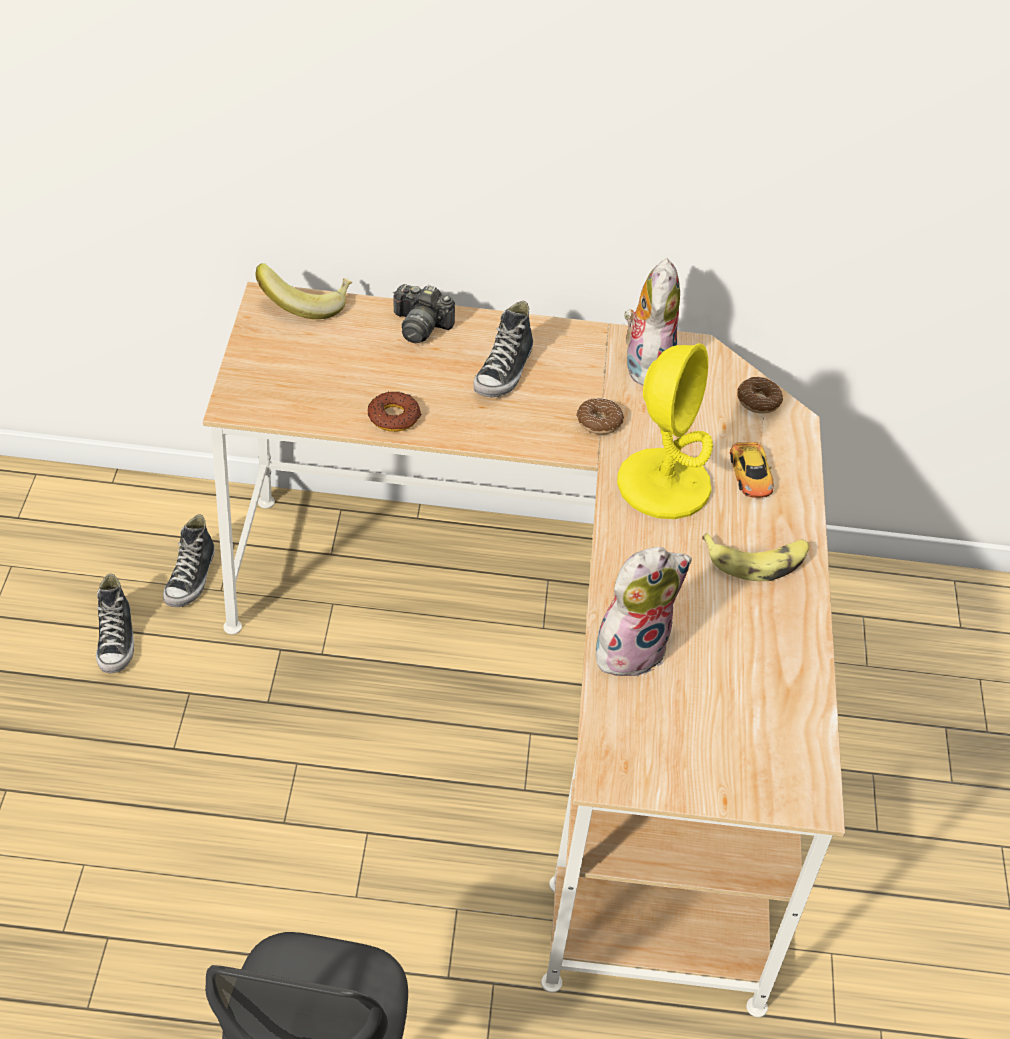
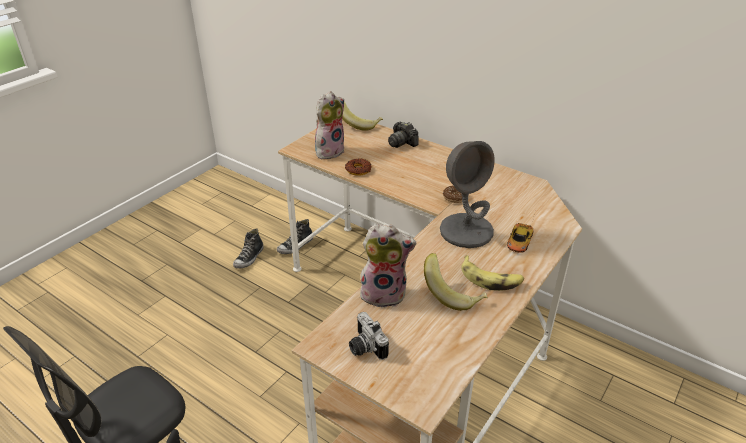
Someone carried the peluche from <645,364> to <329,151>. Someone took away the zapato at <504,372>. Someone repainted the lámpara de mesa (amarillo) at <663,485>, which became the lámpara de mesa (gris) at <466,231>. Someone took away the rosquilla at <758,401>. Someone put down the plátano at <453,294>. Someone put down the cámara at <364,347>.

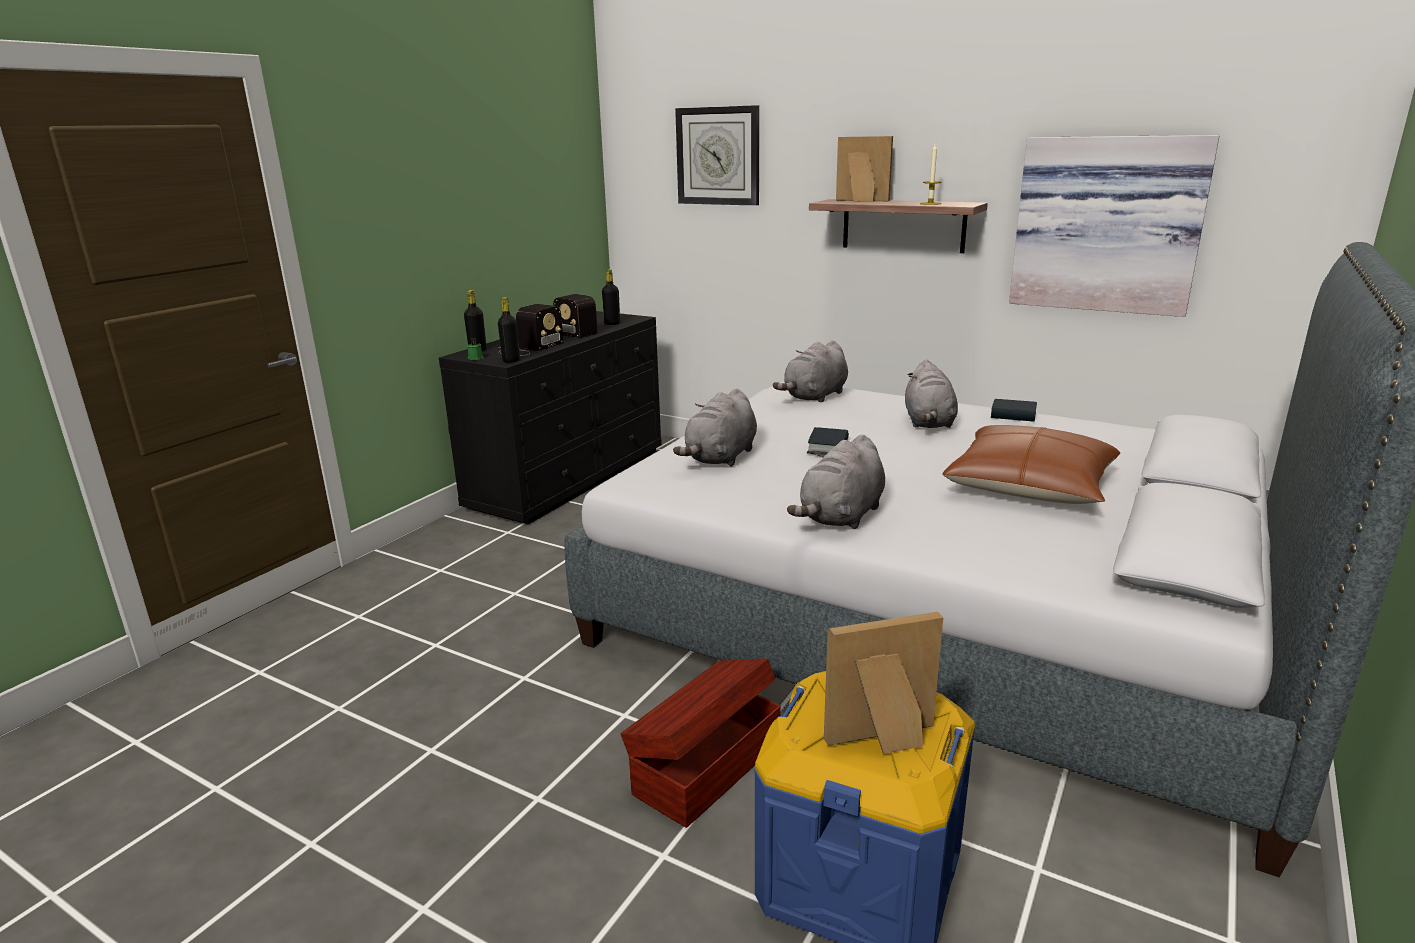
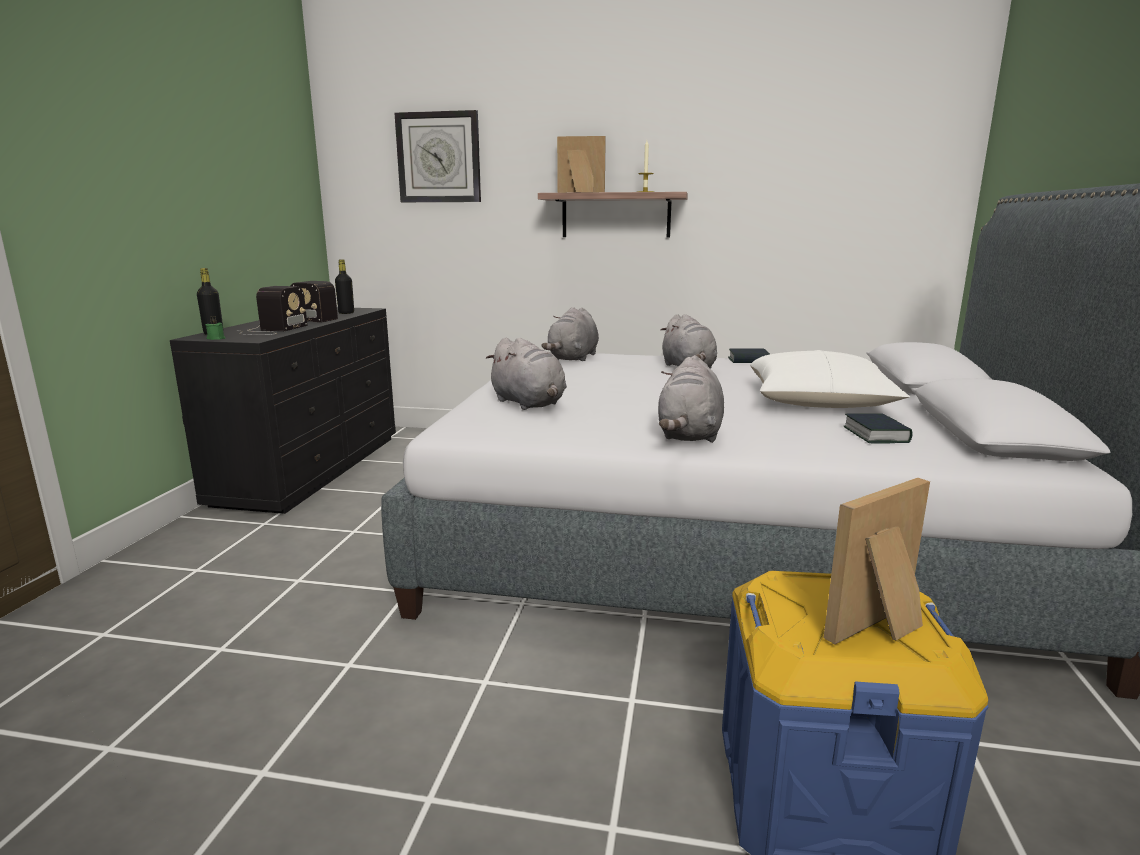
Someone took away the cuadro at <1107,224>. Someone took away the botella (negro) at <511,360>. Someone rotated the peluche (gris) at <721,458> by 45 degrees counterclockwise. Someone repainted the cojín (marrón) at <1030,486>, which became the cojín (blanco) at <819,401>. Someone carried the libro from <828,447> to <876,435>. Someone took away the caja de almacenaje (marrón) at <705,767>.

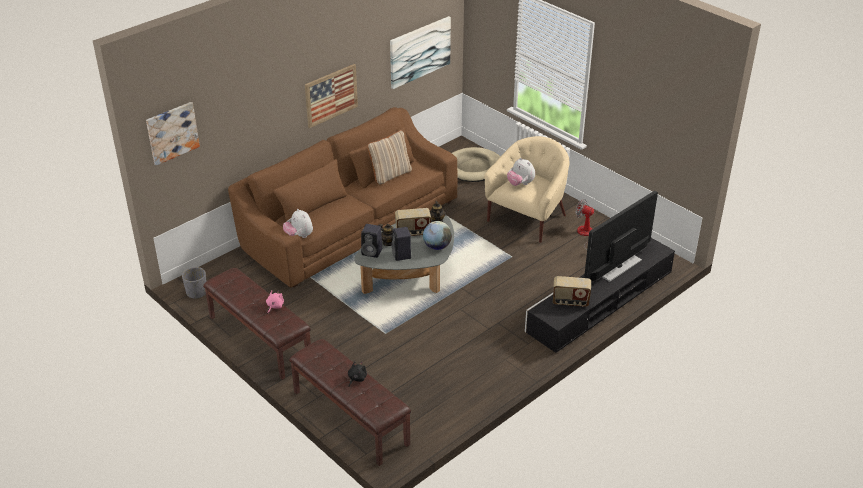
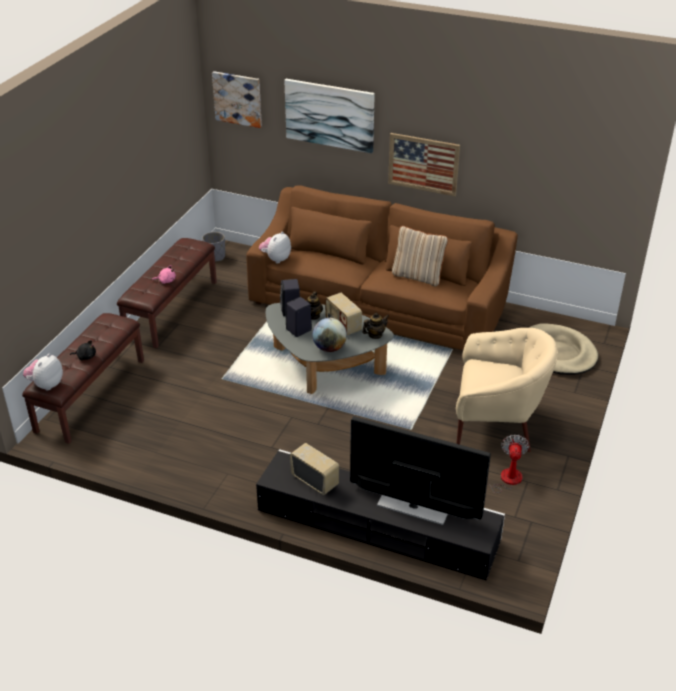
Someone carried the cuadro from <420,51> to <329,115>. Someone carried the peluche from <520,184> to <46,385>. Someone rotated the radio at <570,302> by 150 degrees clockwise.

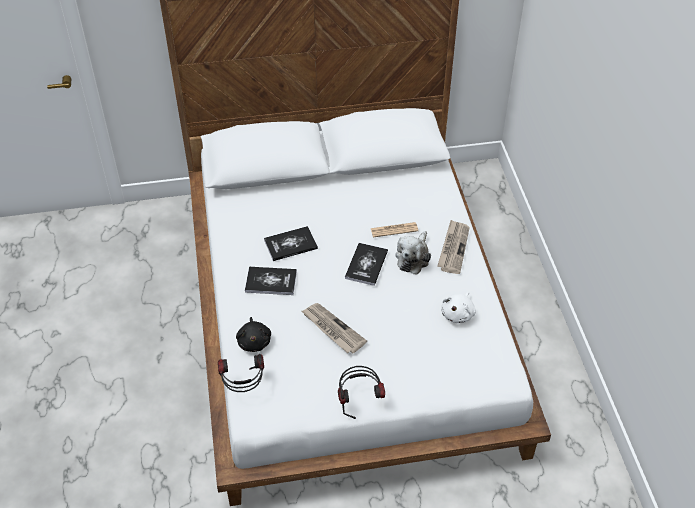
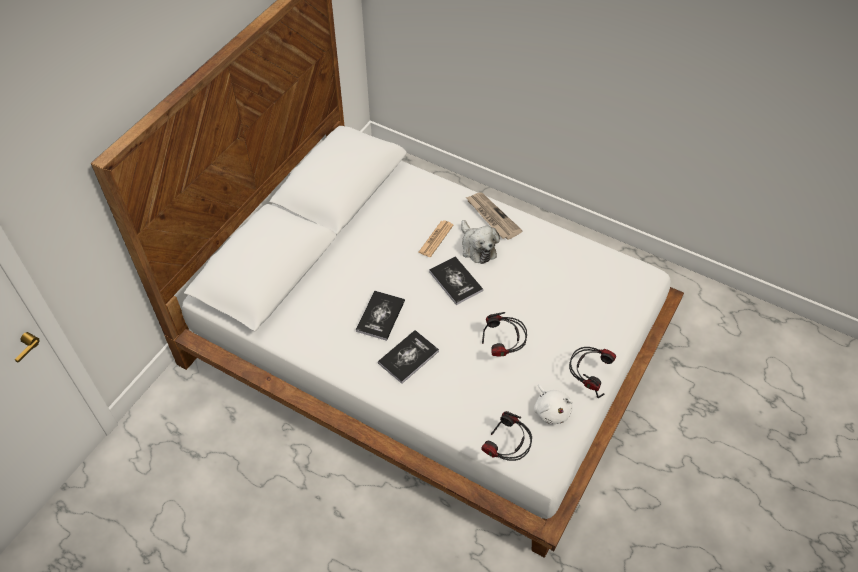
Someone carried the peluche (blanco) from <458,314> to <551,410>. Someone swapped the periódico at <332,329> for the auriculares at <503,348>. Someone took away the peluche (negro) at <254,341>.

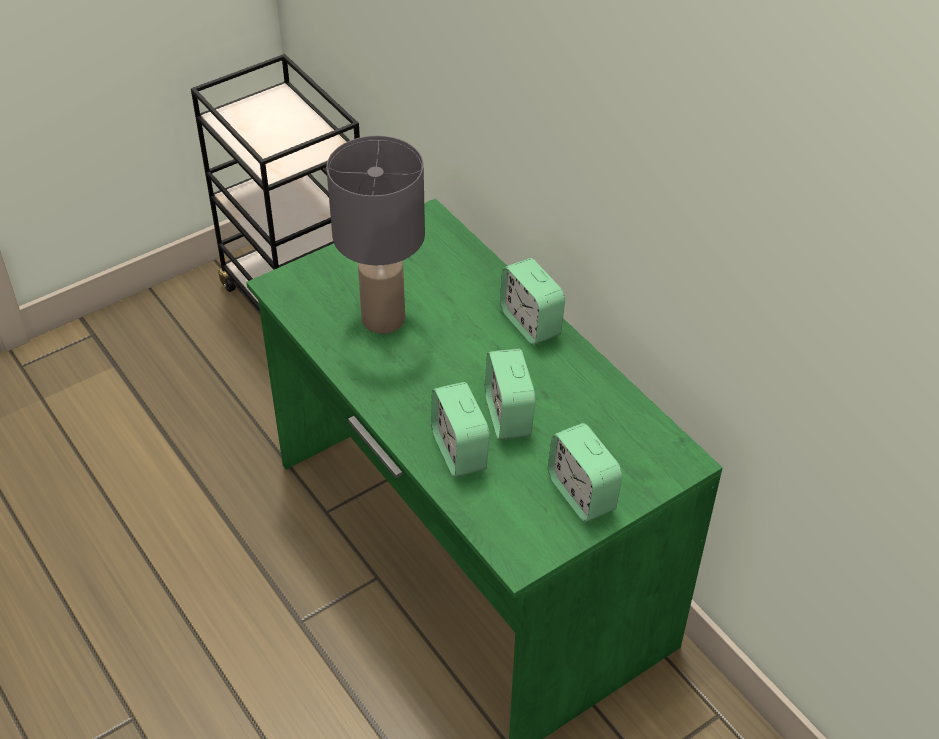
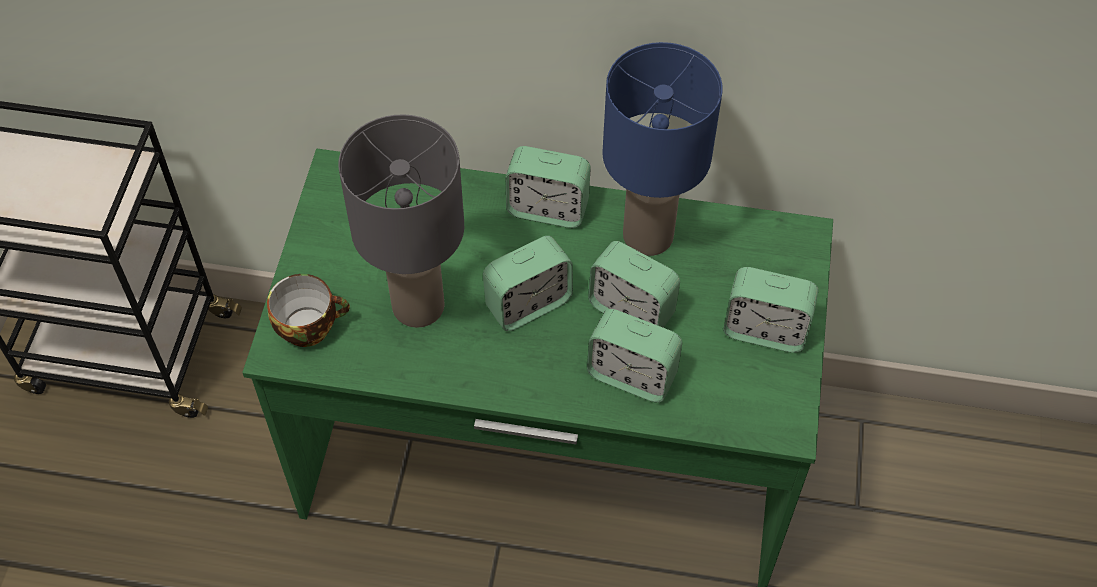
Someone put down the lámpara de mesa (azul) at <647,234>. Someone put down the despertador at <528,304>. Someone put down the taza at <310,326>.

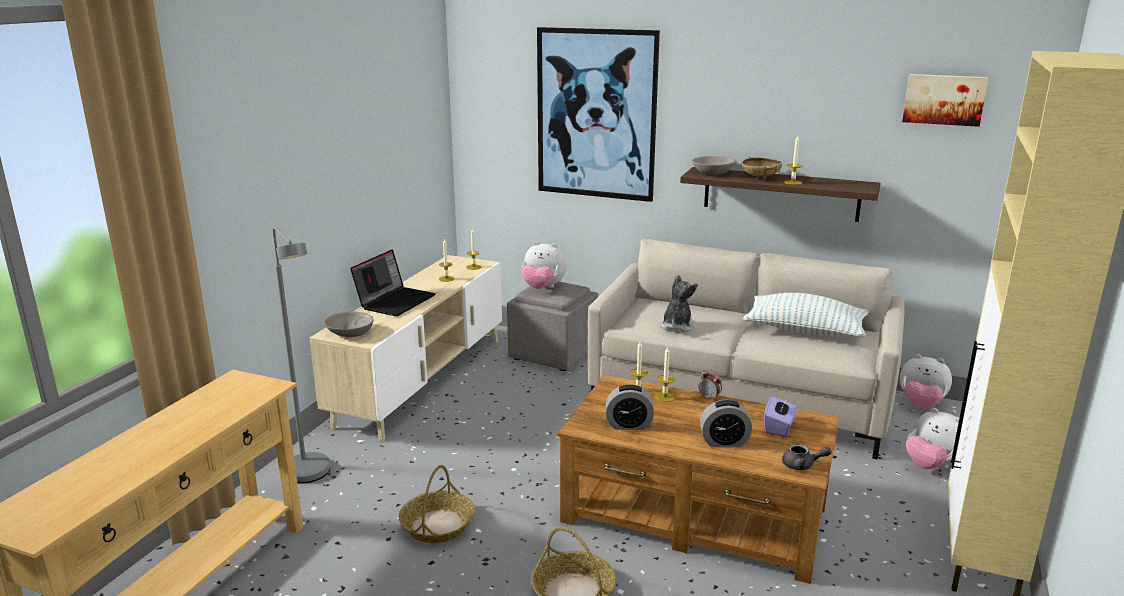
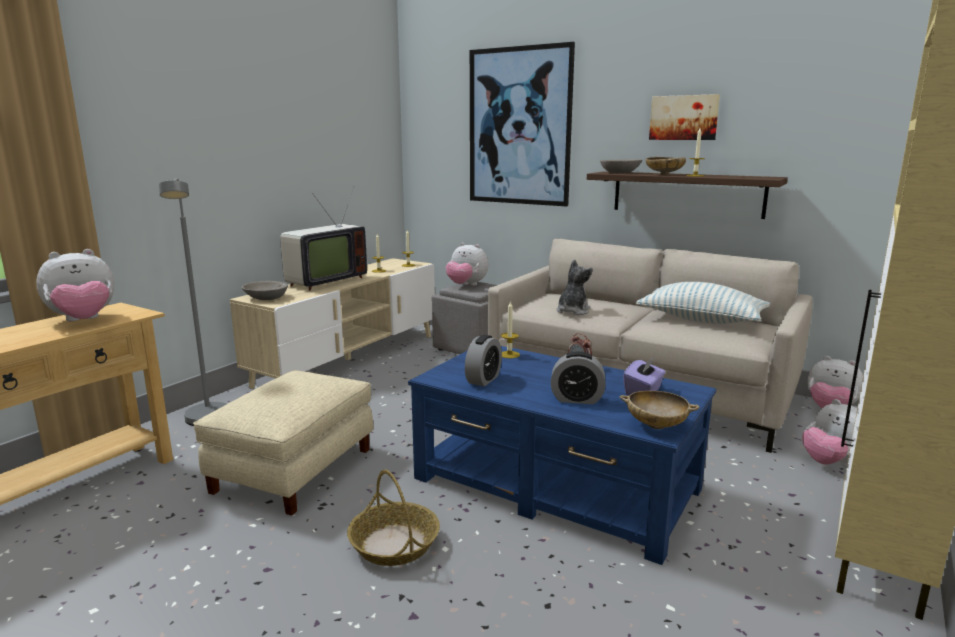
Someone carried the cuadro from <944,99> to <684,118>. Someone swapped the portátil at <395,301> for the televisor at <323,281>. Someone took away the vela at <664,397>. Someone repainted the mesa de centro (marrón) at <695,514>, which became the mesa de centro (azul) at <556,484>. Someone rotated the despertador at <629,425> by 75 degrees counterclockwise. Someone swapped the tetera (gris) at <802,465> for the cuenco (beis) at <656,425>. Someone swapped the cesta at <438,526> for the puf (beis) at <295,470>. Someone put down the peluche at <83,321>.

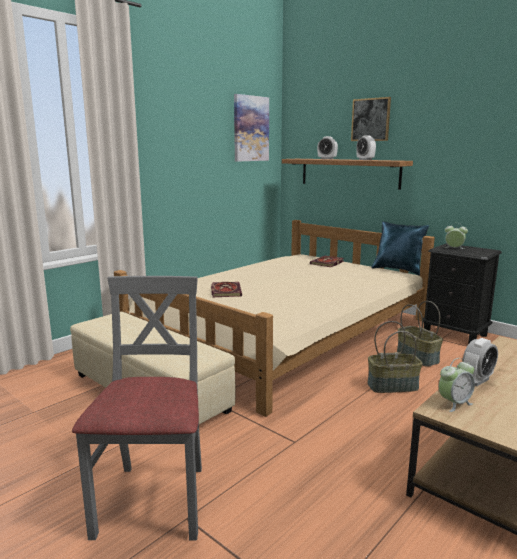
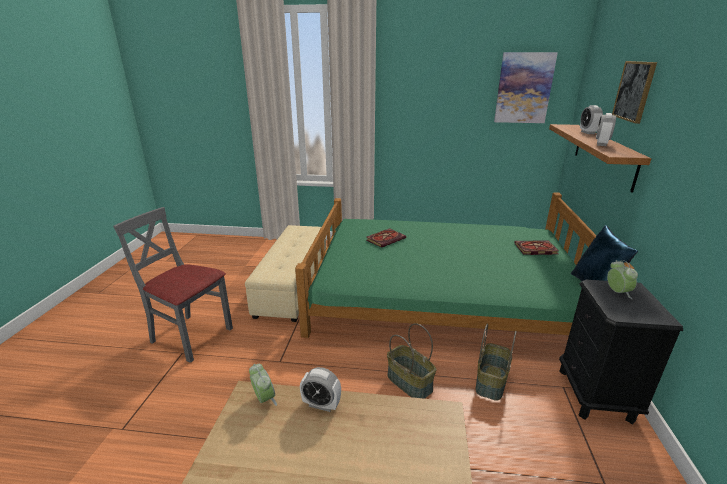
Someone repainted the cama (beis) at <284,333>, which became the cama (verde) at <440,294>. Someone rotated the silla (gris) at <154,501> by 120 degrees counterclockwise. Someone rotated the despertador at <454,403> by 150 degrees counterclockwise.

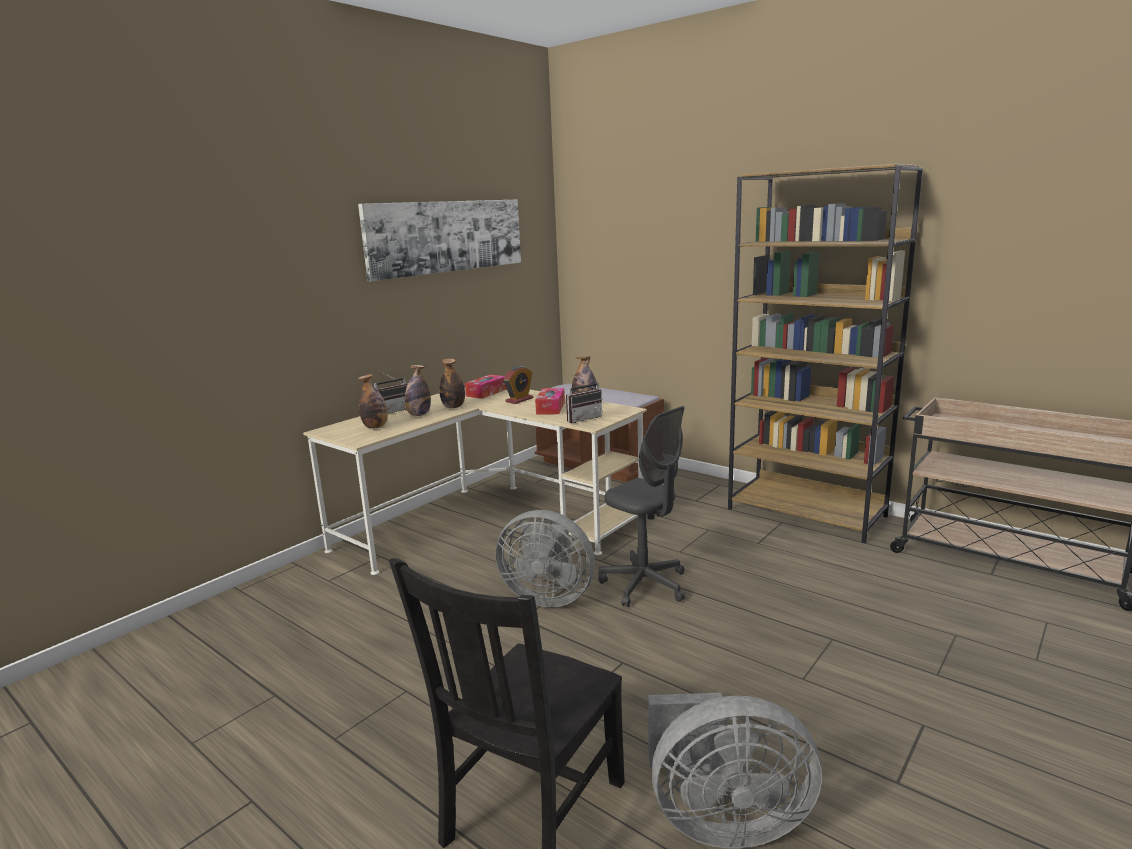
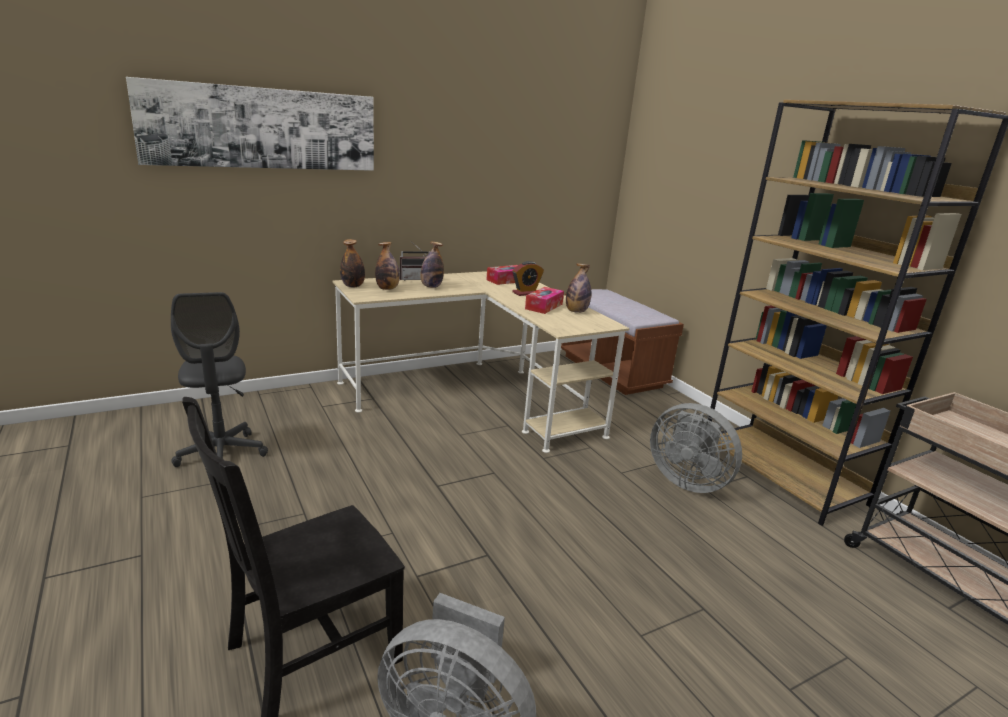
Someone carried the cuadro from <447,236> to <262,128>. Someone carried the botella from <453,407> to <353,286>. Someone took away the radio at <582,418>. Someone carried the silla de oficina (gris) from <644,585> to <221,454>. Someone carried the ventilador (gris) from <547,596> to <687,480>.

